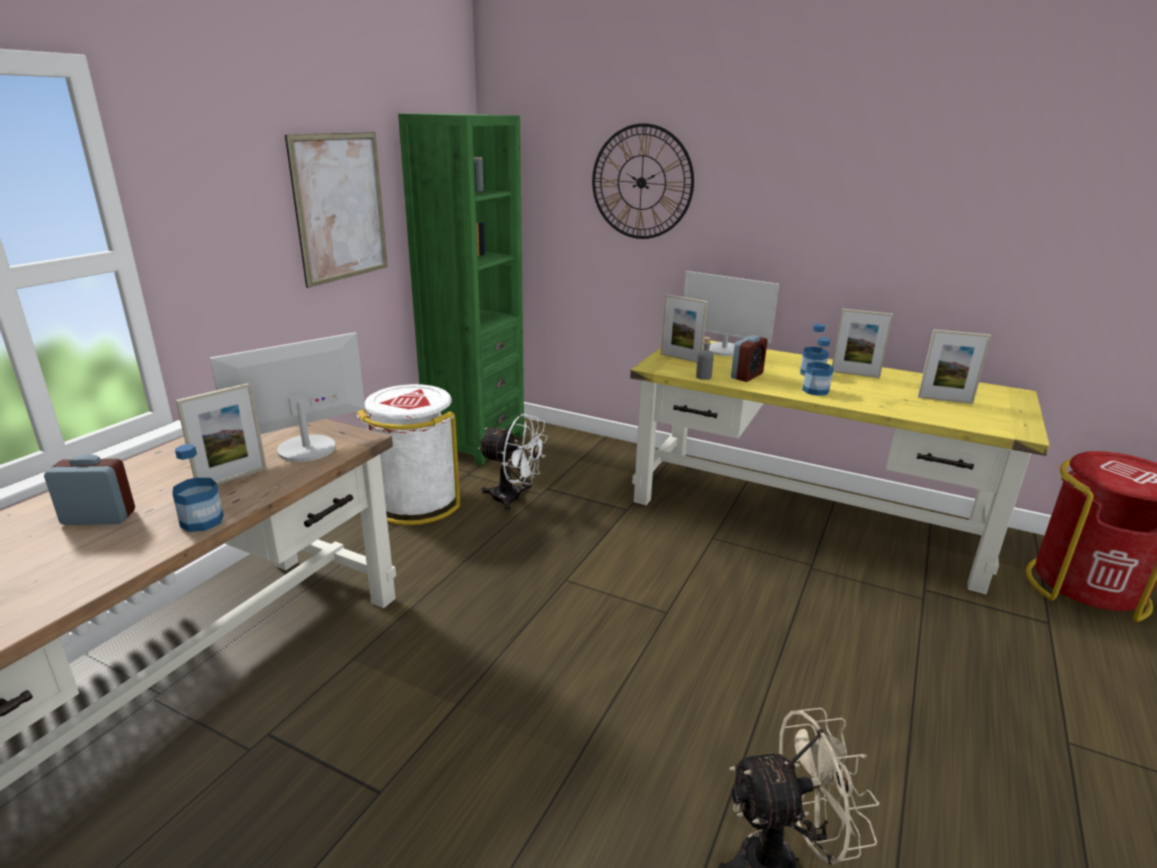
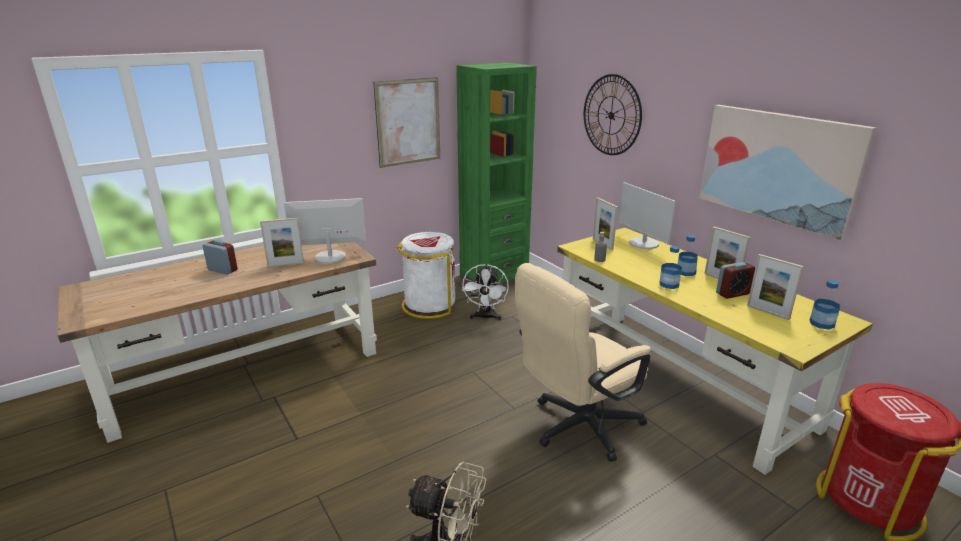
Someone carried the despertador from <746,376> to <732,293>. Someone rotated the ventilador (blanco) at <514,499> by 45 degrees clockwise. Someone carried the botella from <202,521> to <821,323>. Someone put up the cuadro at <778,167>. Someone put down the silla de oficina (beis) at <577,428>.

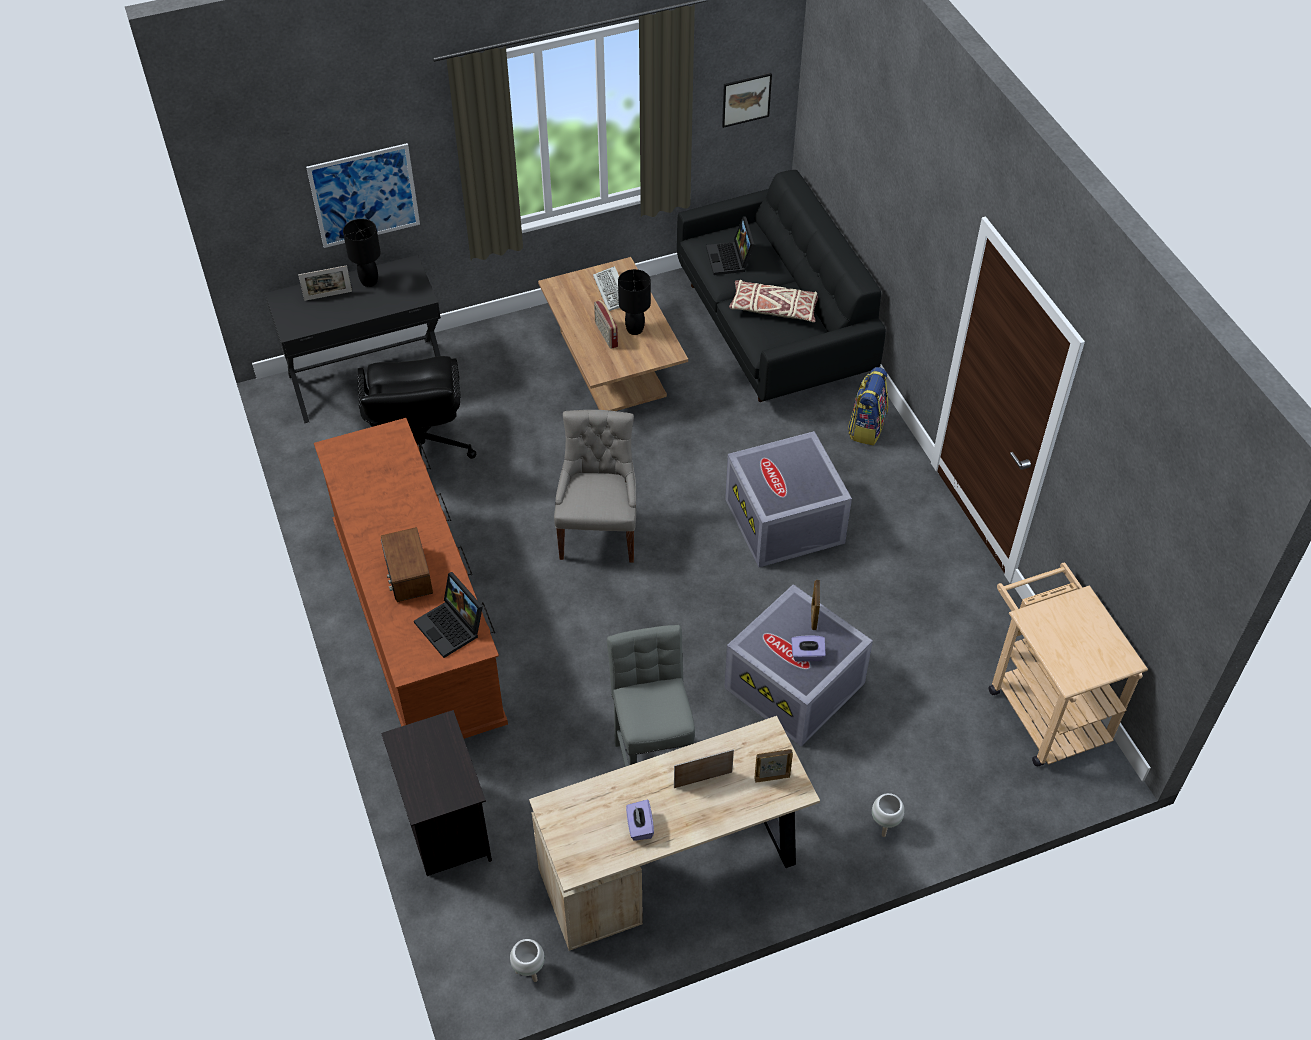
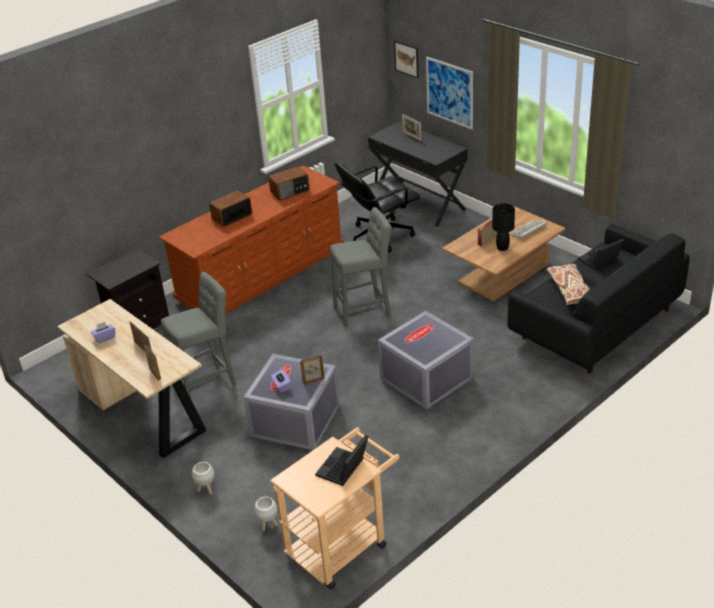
Someone carried the cuadro from <746,99> to <406,59>. Someone took away the lámpara de mesa (negro) at <369,281>. Someone took away the mochila at <866,427>. Someone swapped the silla (gris) at <599,532> for the taburete (gris) at <365,311>. Someone carried the portátil from <452,627> to <343,469>. Someone carried the maceta (blanco) from <529,971> to <268,525>. Someone put down the radio at <290,191>.

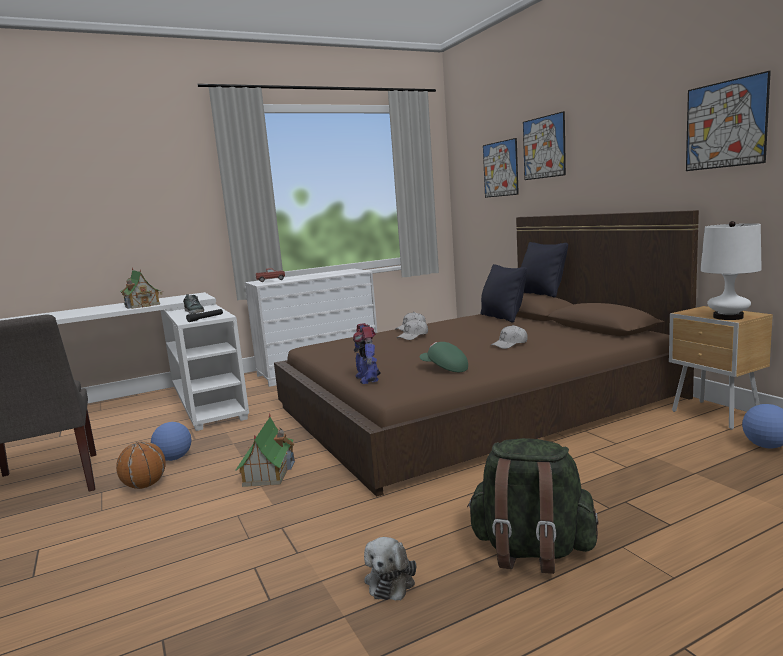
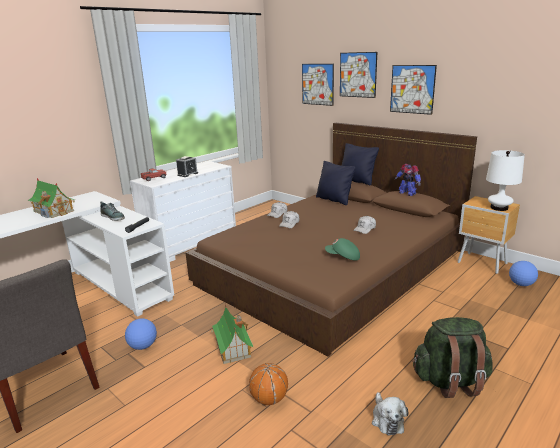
Someone carried the cuadro from <725,124> to <412,89>. Someone carried the robot de juguete from <368,379> to <407,193>. Someone carried the balón de baloncesto from <145,486> to <269,399>. Someone put down the despertador at <187,174>.

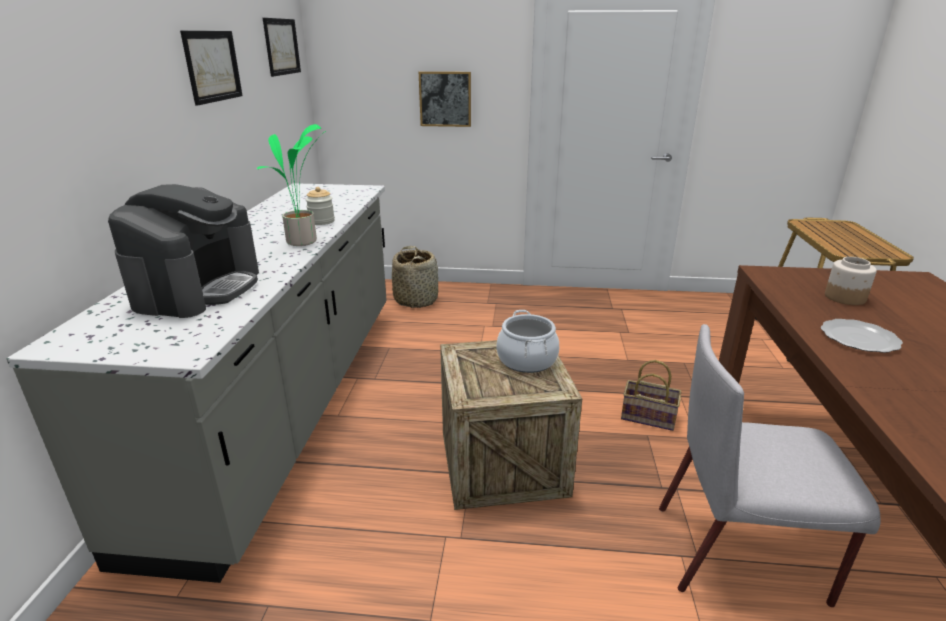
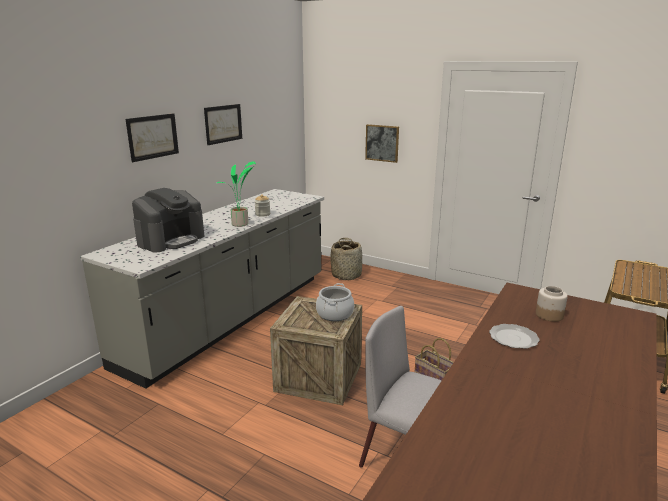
Someone carried the cuadro from <282,46> to <153,137>.

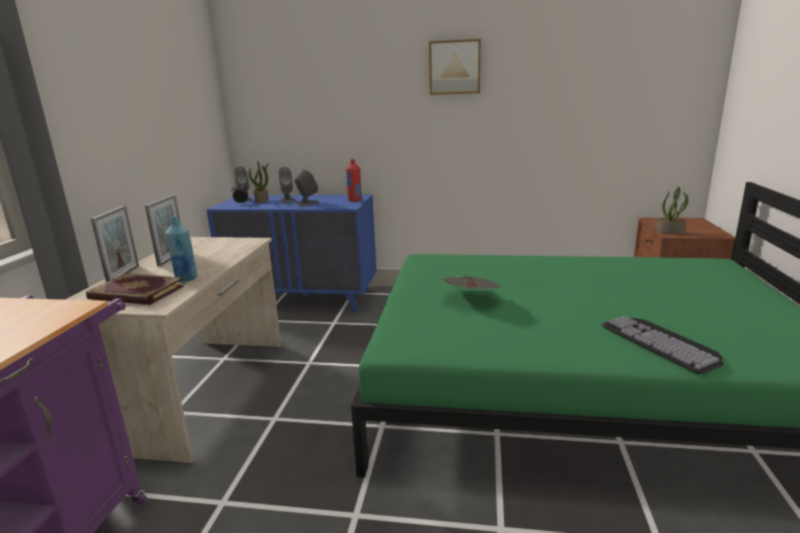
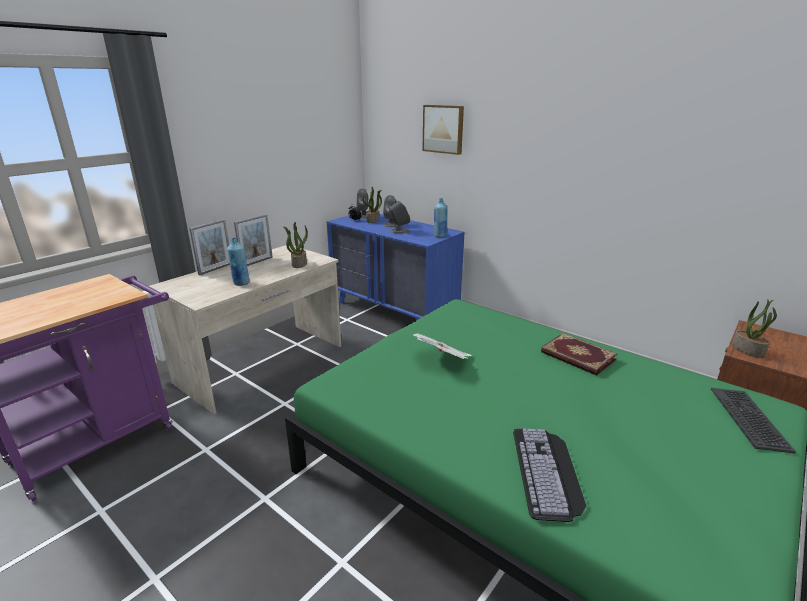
Someone carried the cuadro from <455,67> to <443,129>. Someone repainted the botella (rojo) at <355,200>, which became the botella (azul) at <439,235>. Someone carried the libro from <136,293> to <577,356>. Someone put down the planta en maceta at <299,264>. Someone put down the teclado at <749,419>.

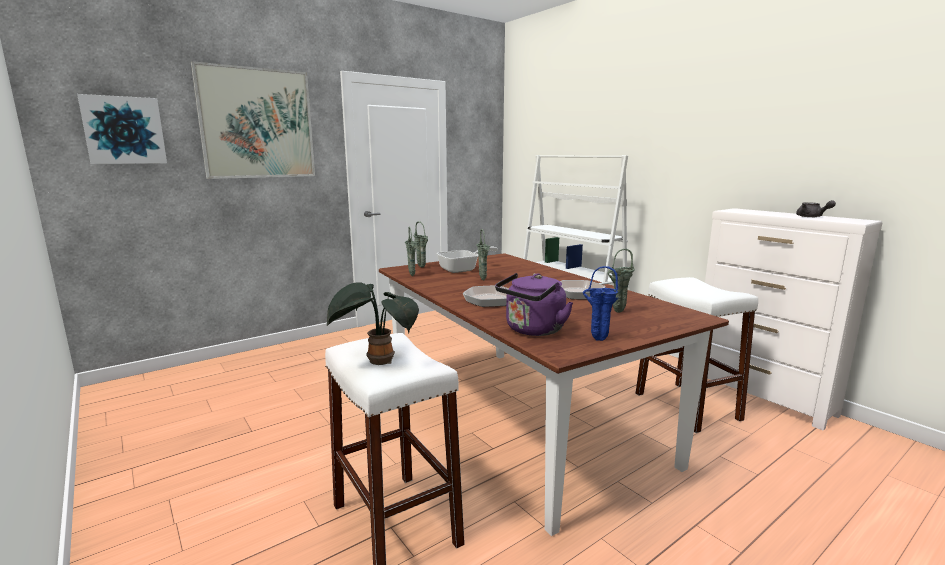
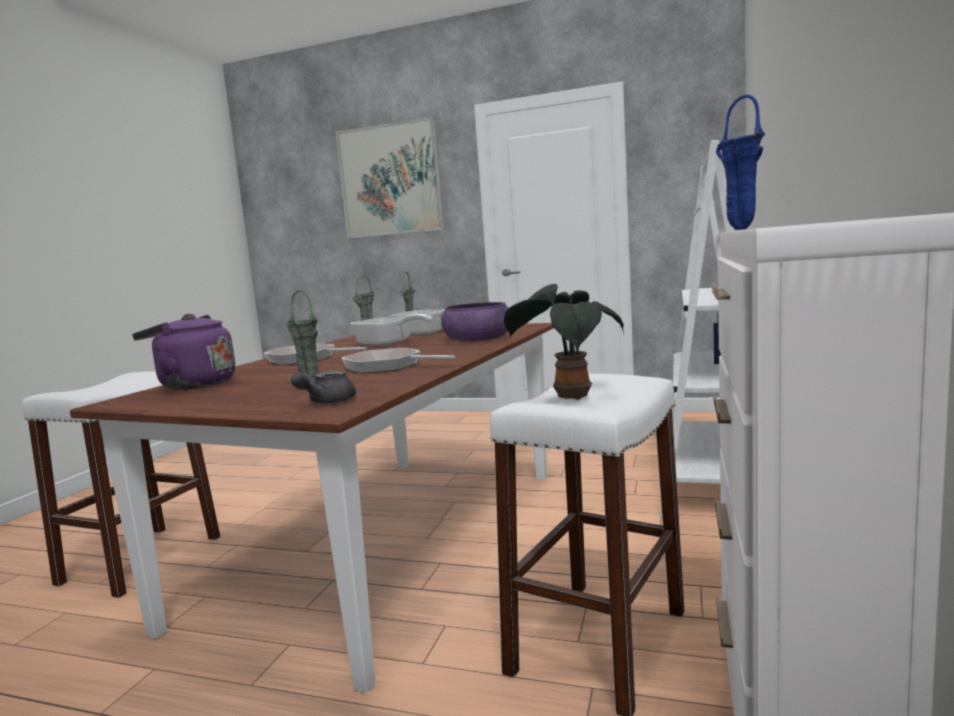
Someone took away the cuadro at <124,130>. Someone carried the tetera (gris) from <812,217> to <326,402>. Someone swapped the florero (verde) at <483,280> for the sartén at <389,344>. Someone carried the florero (azul) from <597,340> to <737,229>. Someone carried the planta en maceta from <377,362> to <568,396>. Someone put down the cuenco (morado) at <477,339>.

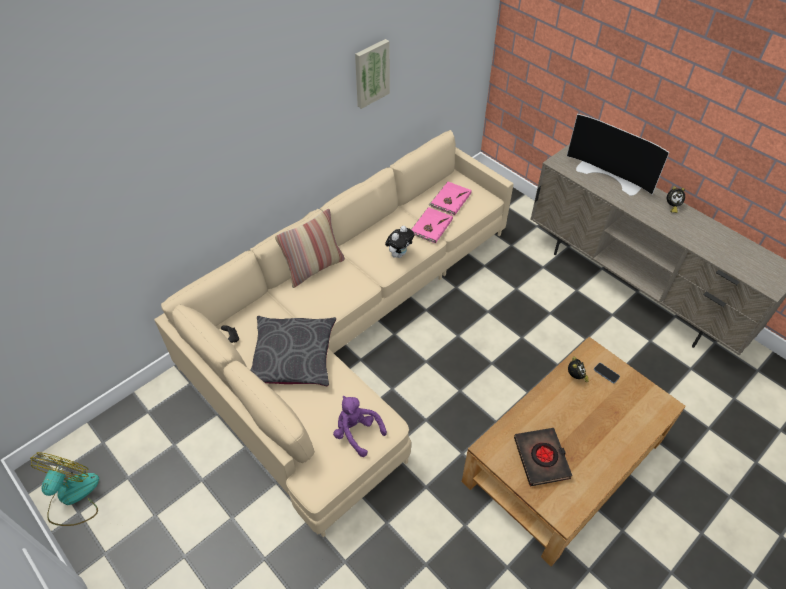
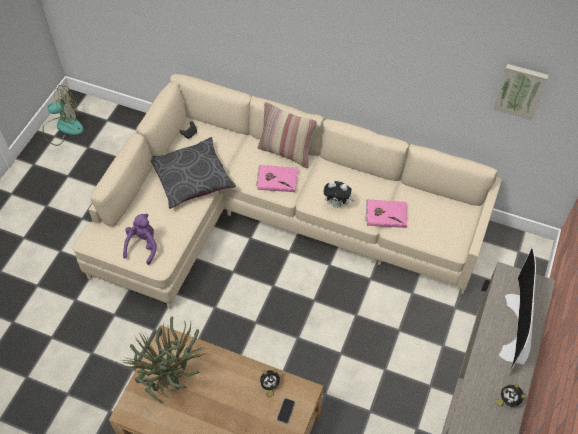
Someone carried the cuadro from <371,73> to <520,90>. Someone carried the libro (rosa) from <450,200> to <277,179>. Someone swapped the libro (negro) at <541,458> for the planta en maceta at <173,381>.

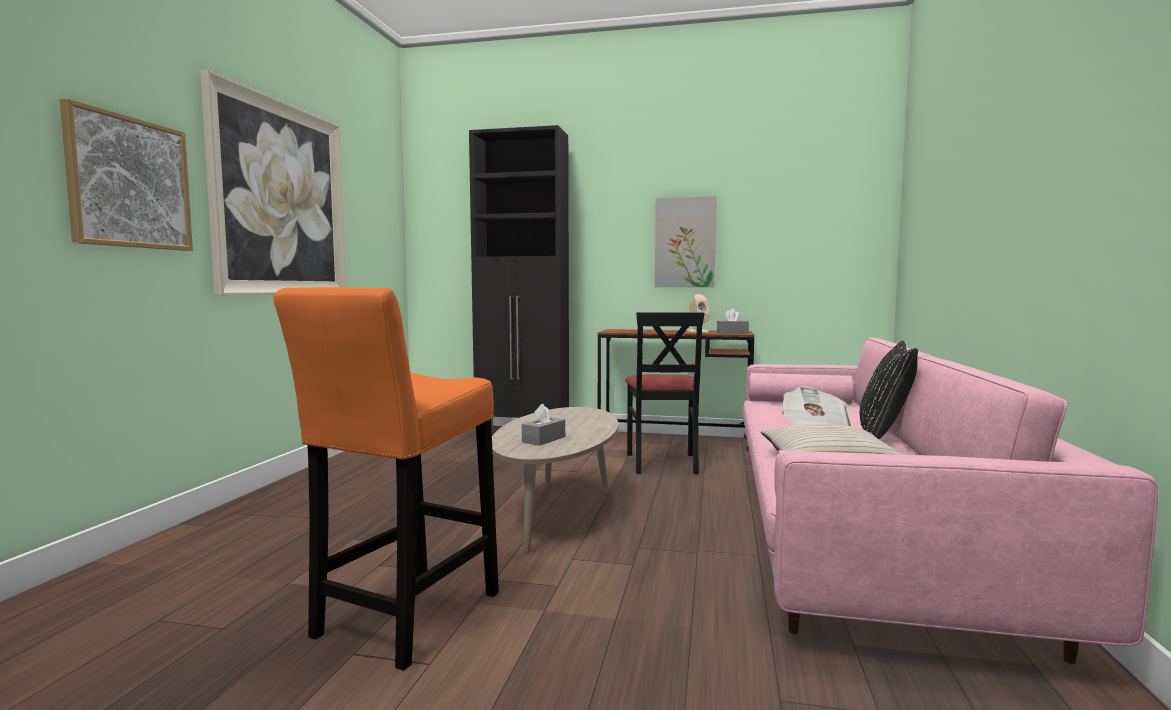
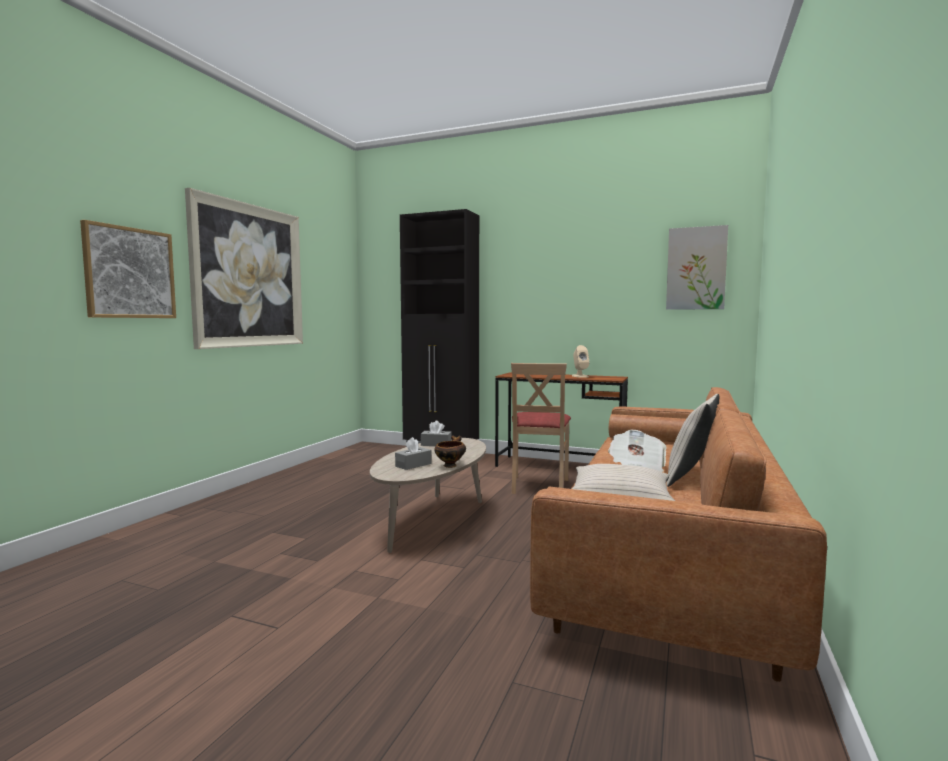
Someone carried the cuadro from <685,242> to <696,268>. Someone took away the taburete (naranja) at <403,620>. Someone carried the caja de pañuelos (gris) from <732,333> to <436,444>. Someone repainted the silla (negro) at <663,463>, which became the silla (beis) at <538,485>. Someone repainted the sofá (rosa) at <857,528>, which became the sofá (marrón) at <668,551>. Someone repainted the cojín (negro) at <883,438>, which became the cojín (beis) at <692,477>. Someone put down the cuenco at <450,465>.

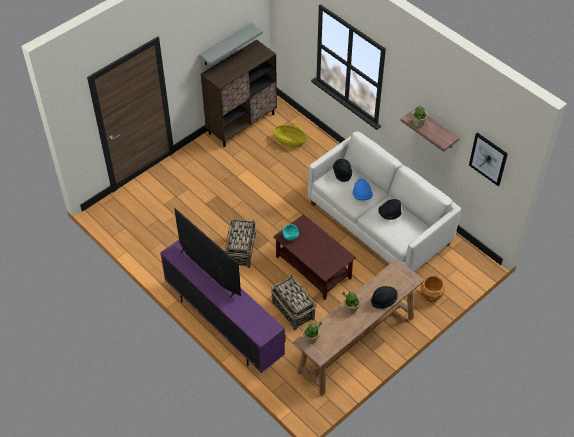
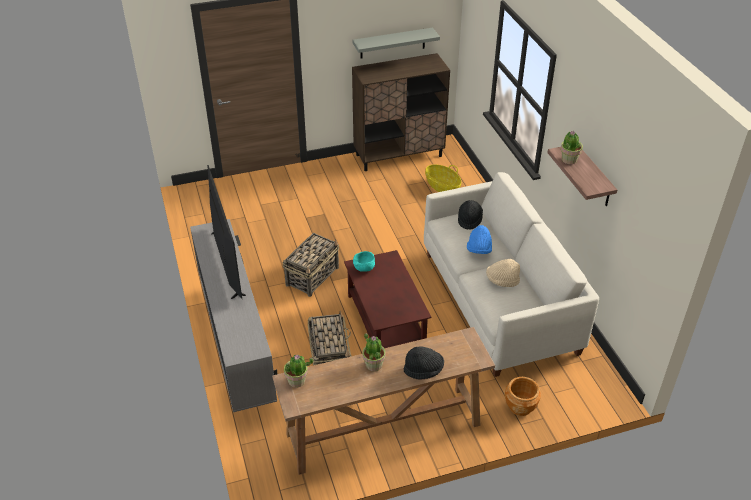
Someone took away the cuadro at <488,158>. Someone repainted the sombrero (negro) at <389,214>, which became the sombrero (beis) at <502,280>. Someone repainted the mueble de televisión (morado) at <223,325>, which became the mueble de televisión (gris) at <237,346>.

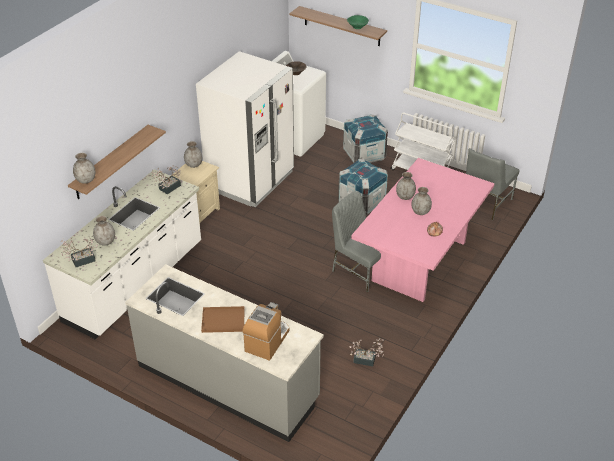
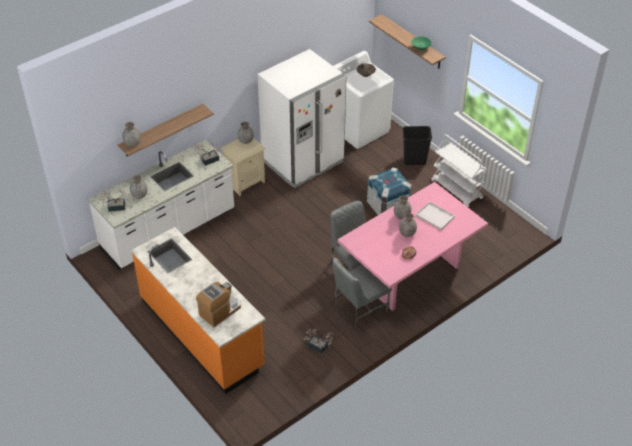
Someone swapped the caja de embalaje at <364,155> for the papelera (negro) at <414,161>. Someone carried the silla (gris) from <485,203> to <359,308>. Someone repainted the mueble bajo de cocina (gris) at <228,382>, which became the mueble bajo de cocina (naranja) at <202,333>. Someone took away the bandeja (marrón) at <222,320>. Someone put down the bandeja (blanco) at <436,216>.

